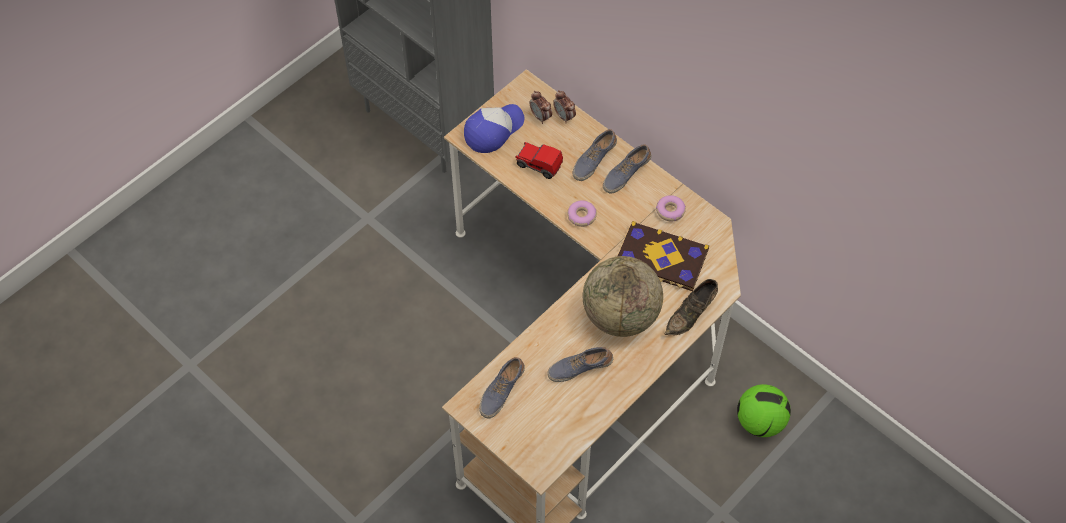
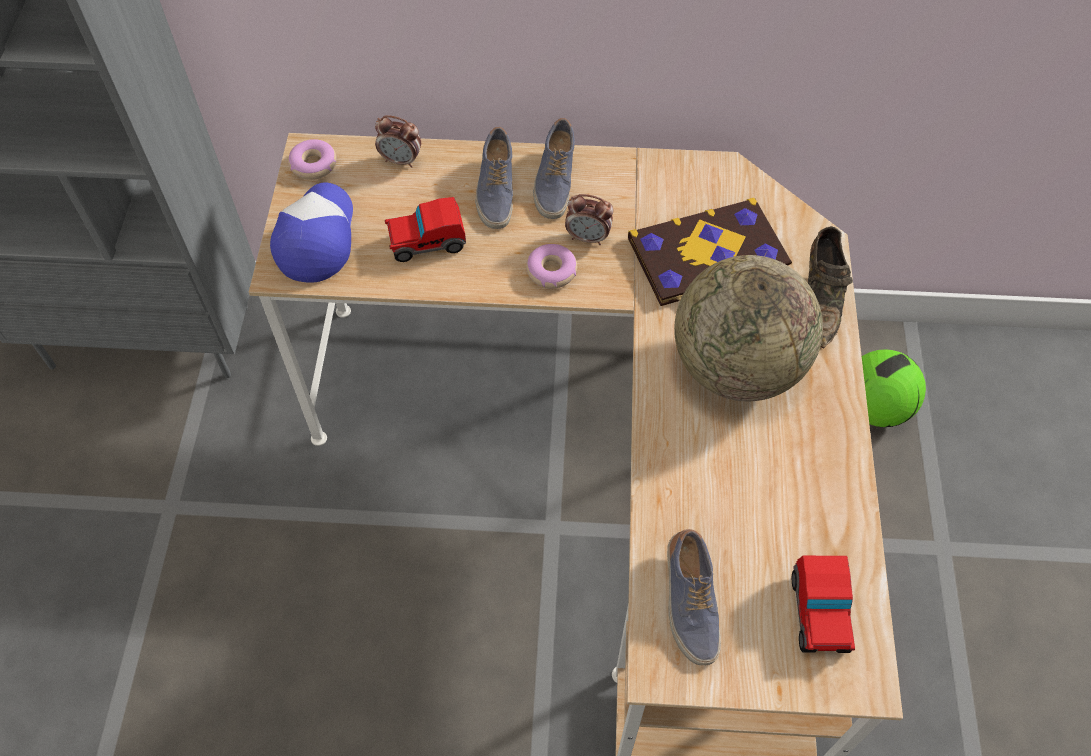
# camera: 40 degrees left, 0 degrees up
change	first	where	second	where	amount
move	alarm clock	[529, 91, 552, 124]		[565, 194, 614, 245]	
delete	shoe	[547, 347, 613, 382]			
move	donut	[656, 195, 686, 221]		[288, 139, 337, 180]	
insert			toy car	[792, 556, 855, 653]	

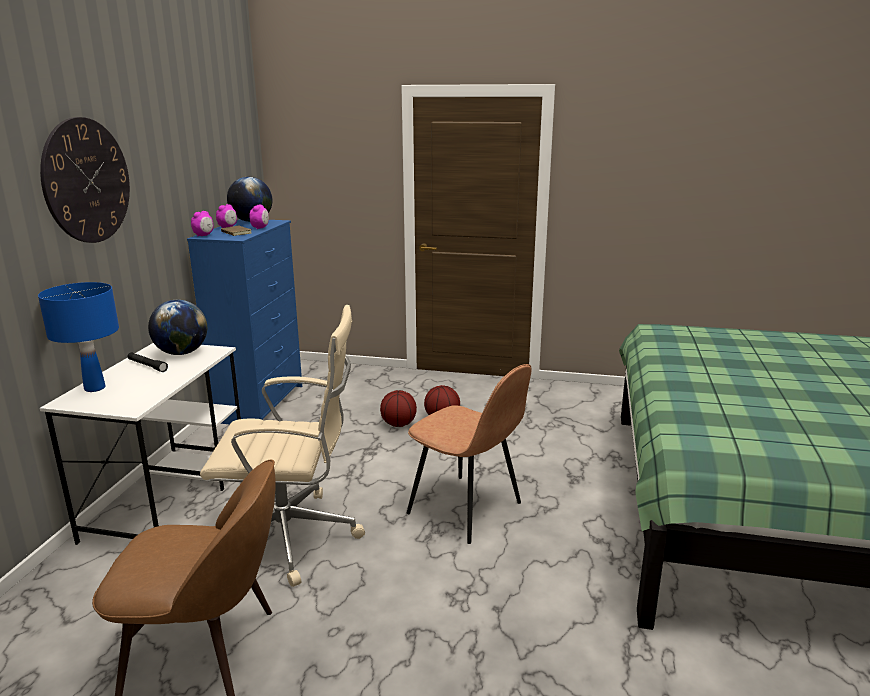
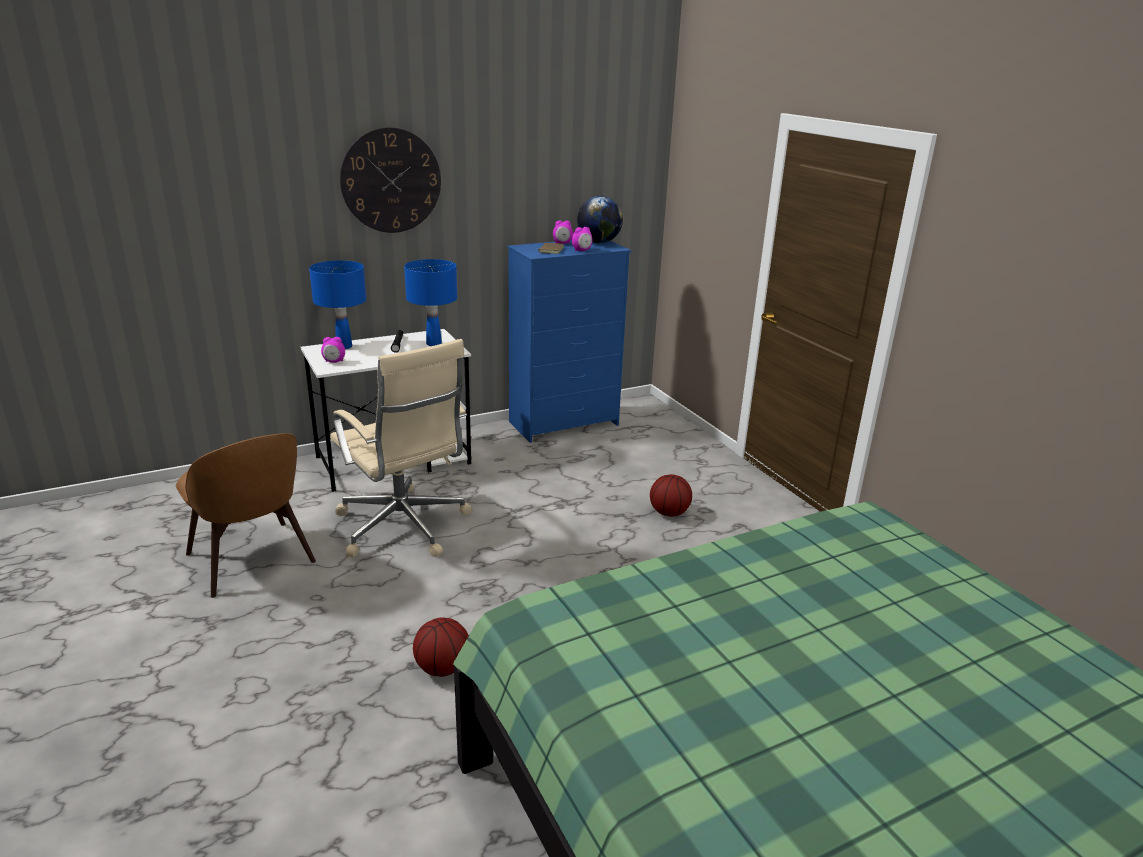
# camera: 50 degrees right, 5 degrees up
change	first	where	second	where	amount
replace	globe	[148, 300, 207, 355]	blue table lamp	[404, 259, 457, 346]	
move	alarm clock	[191, 211, 214, 237]		[321, 337, 345, 363]	
move	basketball	[380, 390, 417, 427]		[413, 617, 469, 677]	
delete	brown chair	[407, 364, 531, 544]			

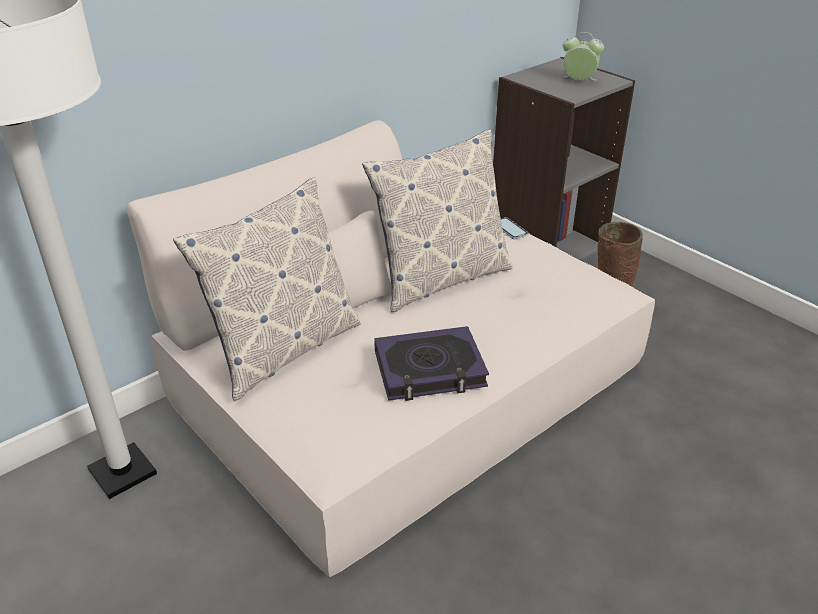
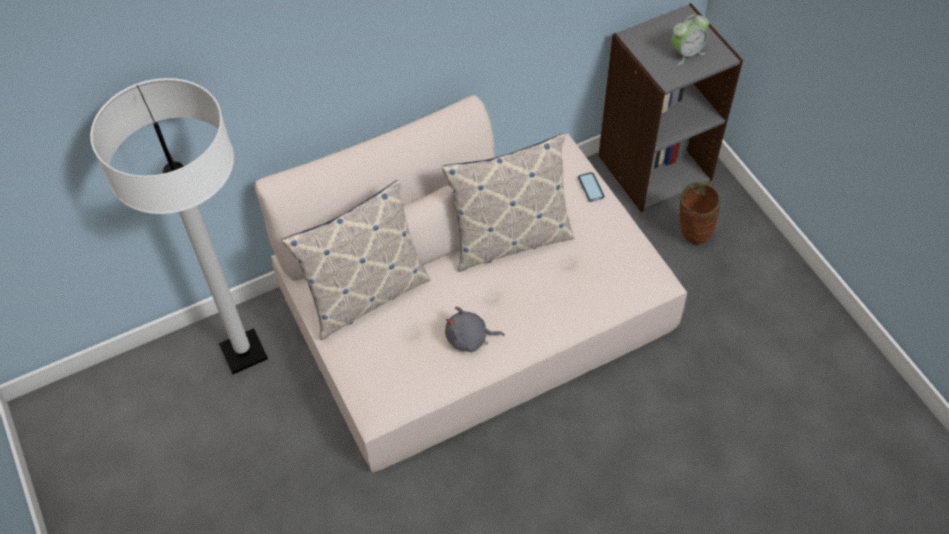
# camera: 15 degrees right, 20 degrees up
change	first	where	second	where	amount
replace	book	[374, 326, 489, 401]	grey plush toy	[445, 307, 505, 352]	
rotate	alarm clock	[563, 32, 604, 81]		[671, 14, 709, 65]	120 degrees clockwise

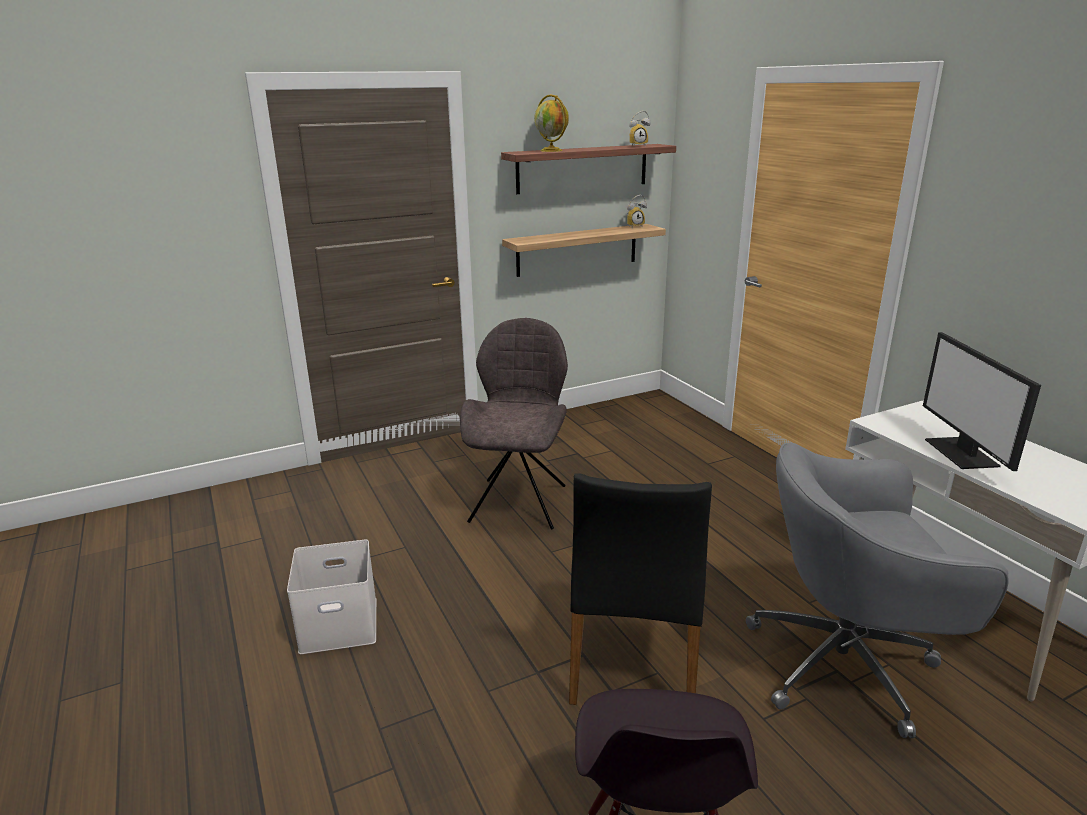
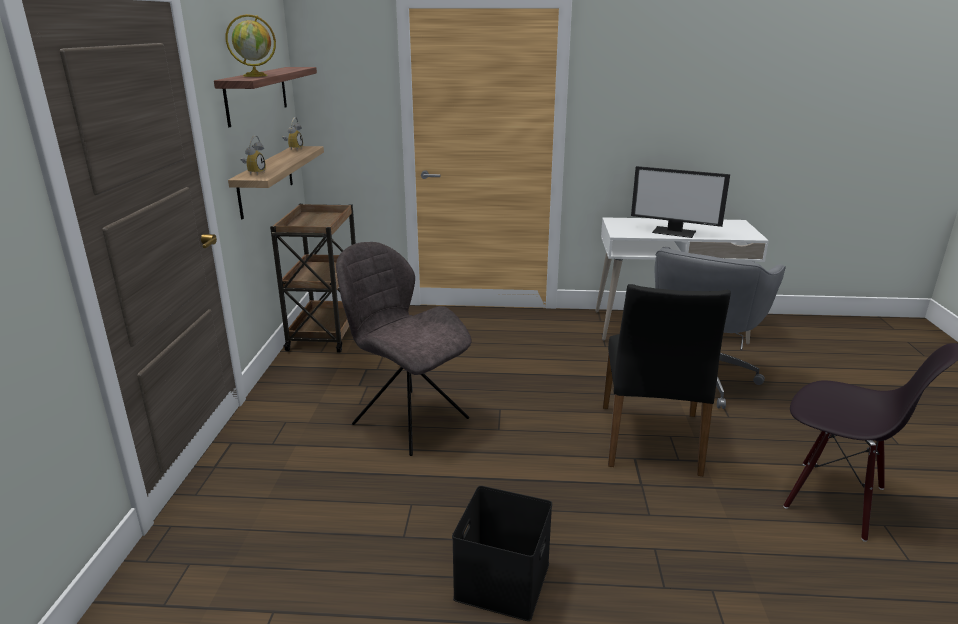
# camera: 60 degrees left, 0 degrees up
change	first	where	second	where	amount
recolor	white storage box	[287, 539, 376, 654]	black storage box	[452, 486, 552, 621]	
rotate	black chair	[569, 473, 712, 705]		[603, 284, 731, 476]	60 degrees clockwise
move	alarm clock	[629, 111, 651, 147]		[240, 135, 266, 174]	
insert			brown cart	[270, 204, 356, 353]	

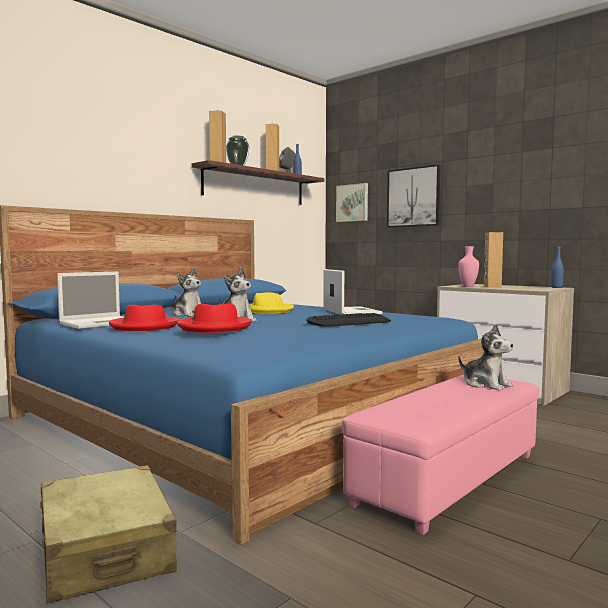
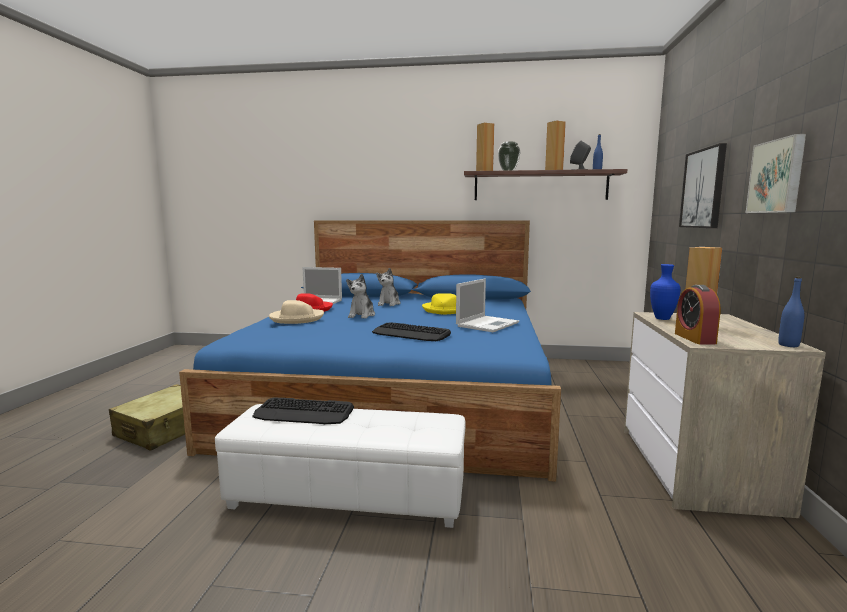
# camera: 55 degrees right, 5 degrees up
change	first	where	second	where	amount
recolor	red hat	[177, 304, 252, 333]	beige hat	[269, 300, 324, 324]	
move	picture	[336, 183, 368, 222]		[746, 134, 806, 213]	
recolor	pink ottoman	[342, 375, 539, 535]	white ottoman	[215, 404, 465, 528]	
recolor	pink vase	[458, 246, 479, 287]	blue vase	[650, 264, 681, 320]	
delete	plush toy	[458, 324, 513, 391]			
insert			keyboard	[253, 397, 354, 424]	
insert			alarm clock	[675, 285, 721, 344]	

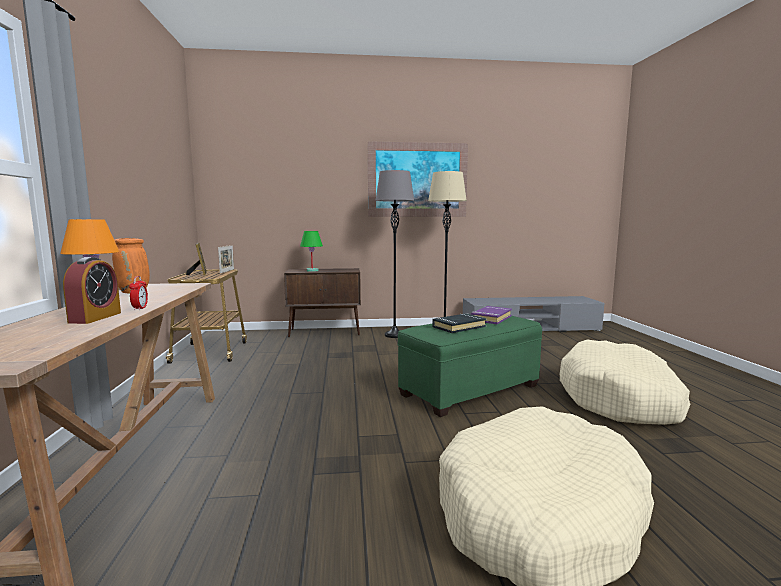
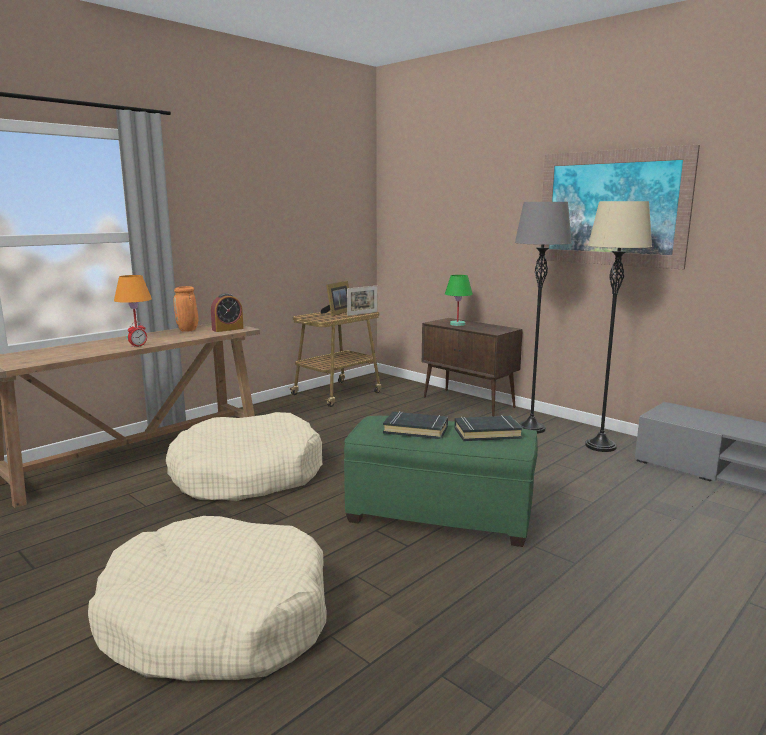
# camera: 50 degrees right, 5 degrees up
change	first	where	second	where	amount
move	alarm clock	[63, 257, 121, 324]		[211, 293, 244, 332]	
recolor	purple book	[471, 306, 512, 324]	black book	[455, 415, 523, 441]	
move	beige dog bed	[560, 340, 691, 425]		[166, 412, 323, 501]	

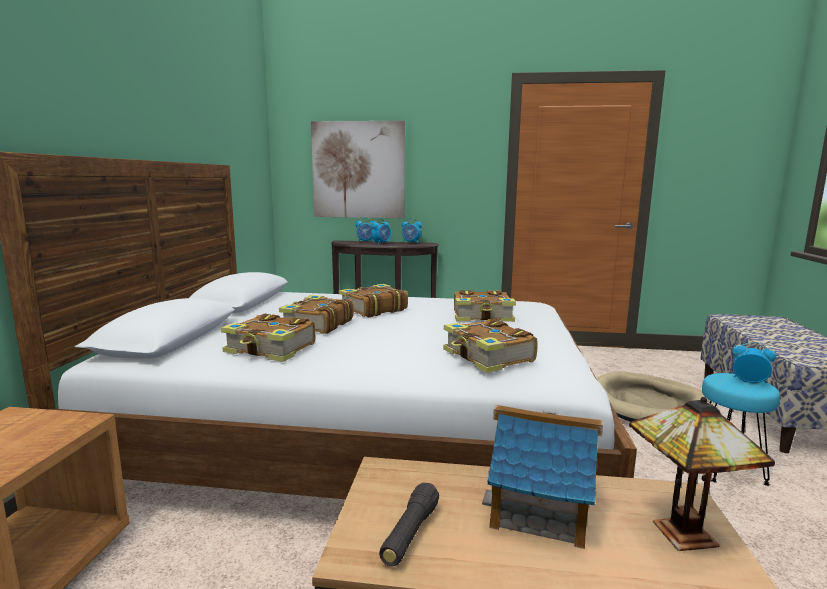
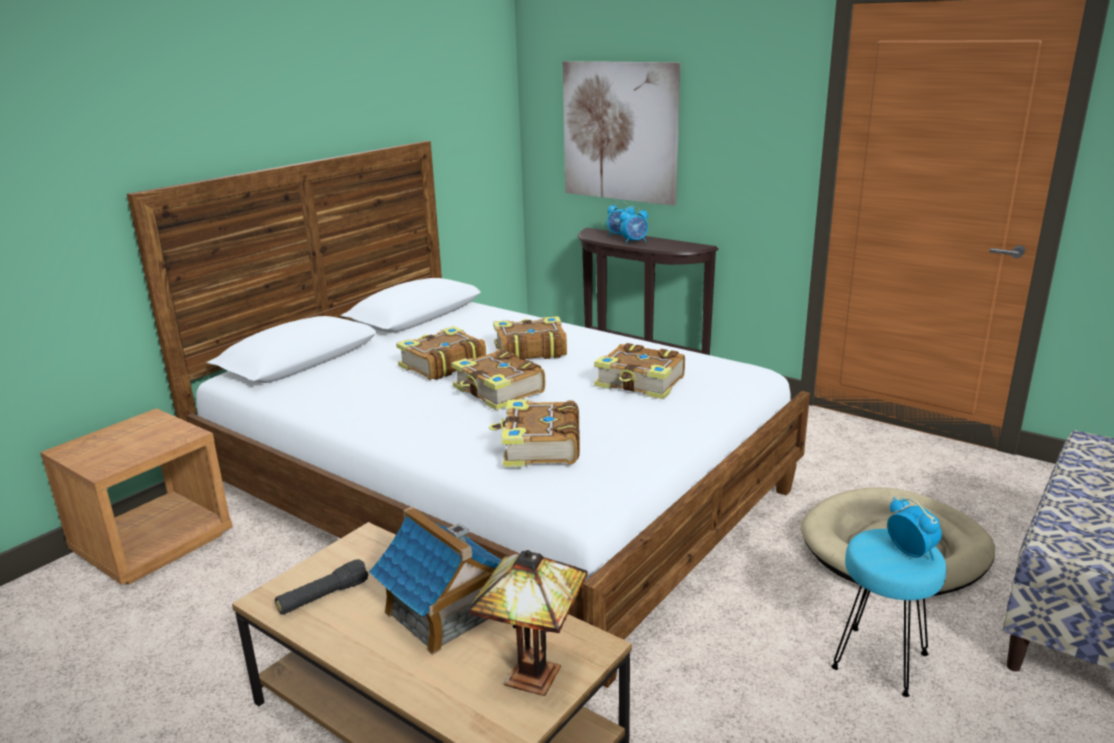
# camera: 30 degrees right, 10 degrees up
change	first	where	second	where	amount
move	book	[221, 314, 316, 362]		[451, 349, 545, 411]	
delete	alarm clock	[401, 218, 422, 243]			

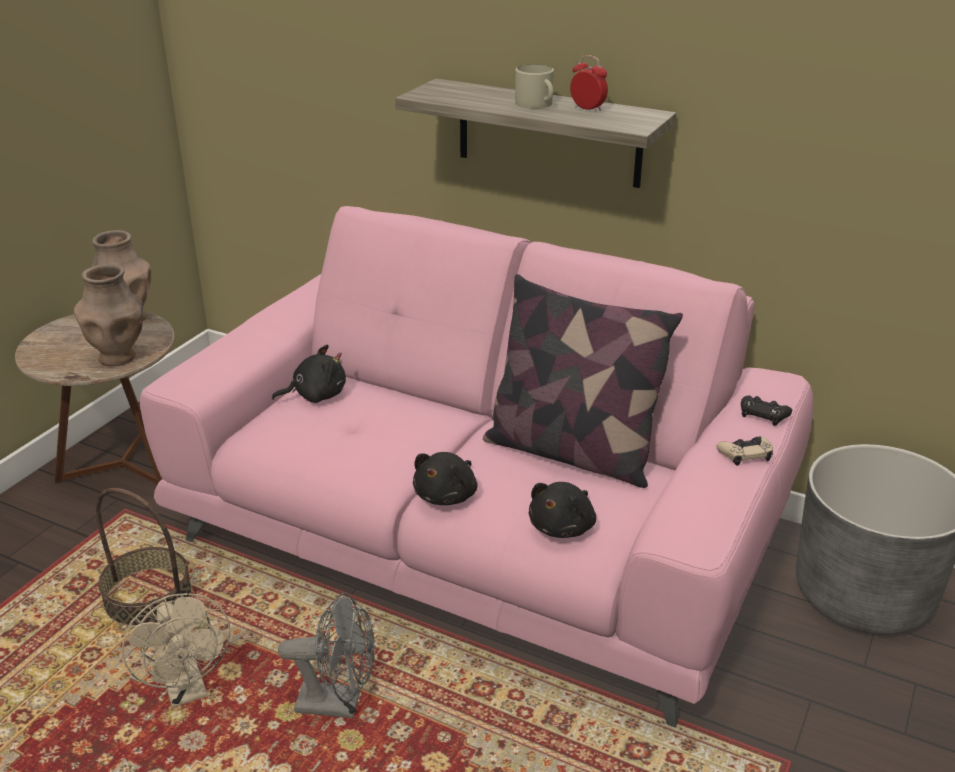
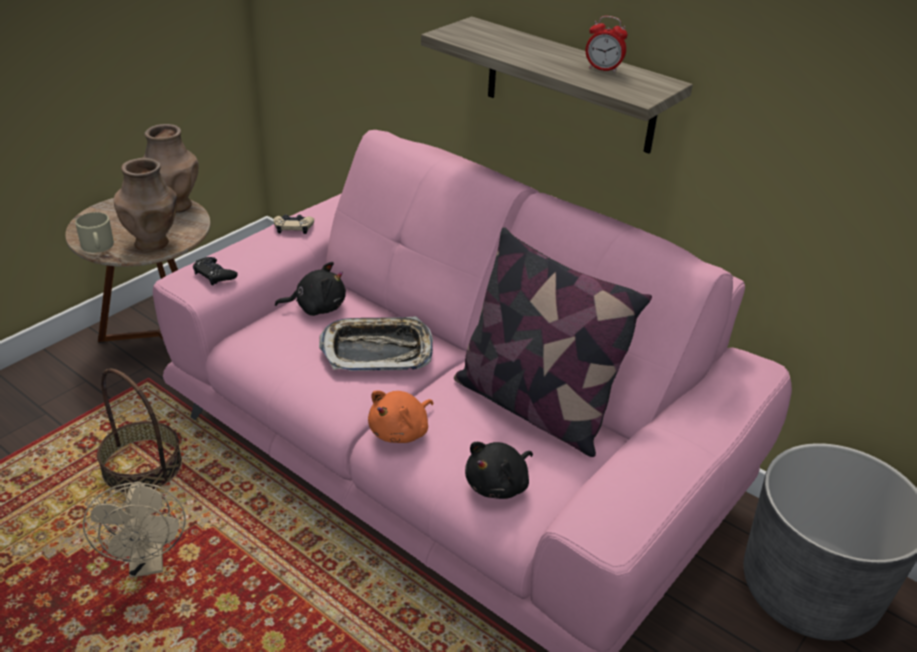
# camera: 10 degrees right, 5 degrees up
change	first	where	second	where	amount
delete	grey fan	[278, 592, 375, 718]			
recolor	black plush toy	[413, 452, 477, 505]	orange plush toy	[368, 390, 433, 443]	
move	beige mug	[515, 64, 554, 109]		[75, 212, 114, 253]	
rotate	alarm clock	[570, 55, 608, 112]		[586, 16, 628, 73]	150 degrees clockwise
move	beige game controller	[717, 436, 773, 466]		[274, 214, 314, 234]	
move	black game controller	[741, 395, 792, 426]		[193, 257, 238, 285]	
insert			tray	[319, 316, 433, 371]	

